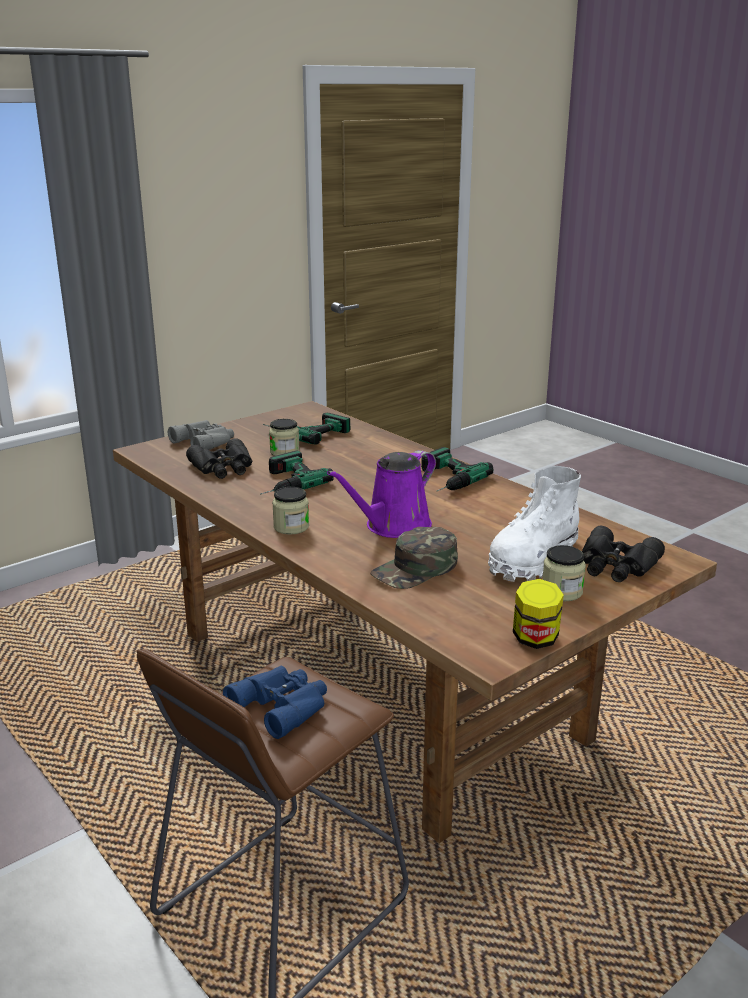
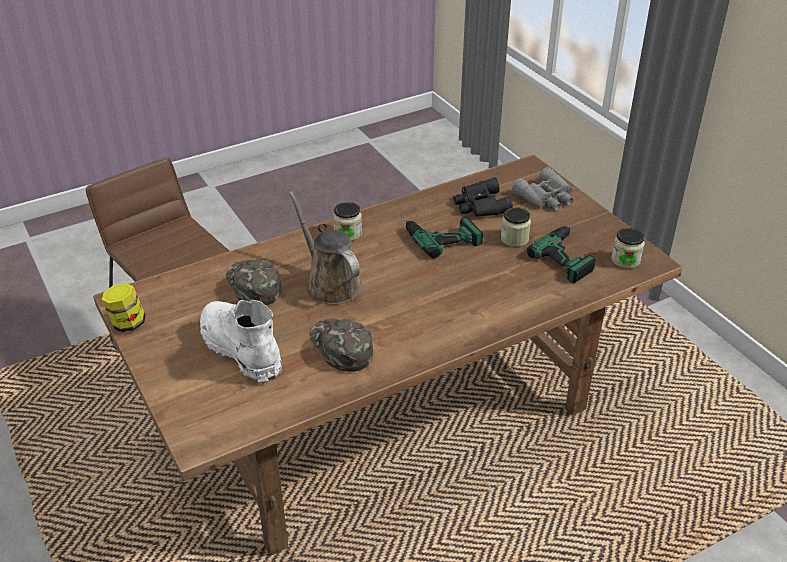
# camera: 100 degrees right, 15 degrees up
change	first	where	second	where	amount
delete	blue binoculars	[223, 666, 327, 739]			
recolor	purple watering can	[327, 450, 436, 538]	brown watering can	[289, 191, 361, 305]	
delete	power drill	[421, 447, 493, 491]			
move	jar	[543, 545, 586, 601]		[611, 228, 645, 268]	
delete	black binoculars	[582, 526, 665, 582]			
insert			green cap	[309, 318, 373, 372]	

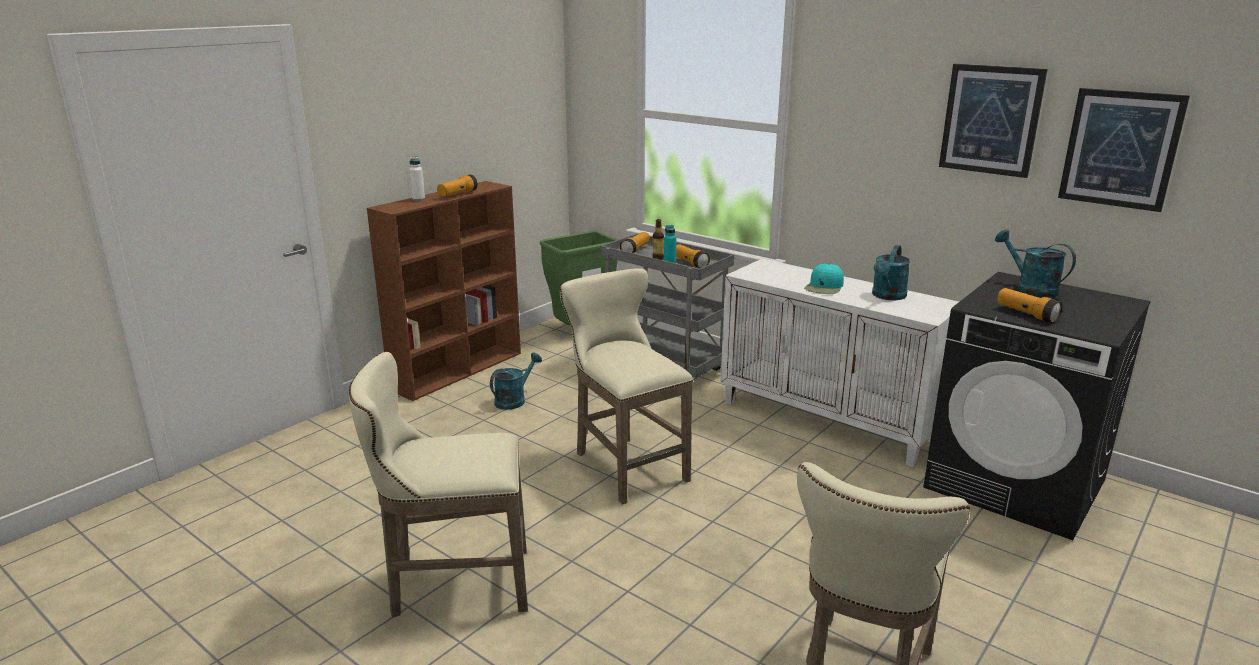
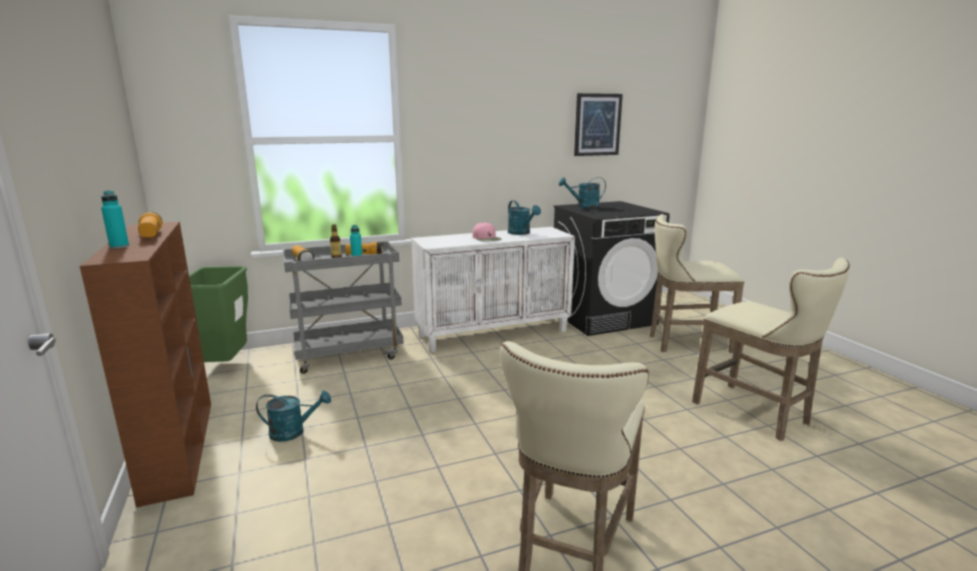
# camera: 60 degrees left, 5 degrees down
change	first	where	second	where	amount
recolor	white bottle	[409, 156, 425, 201]	turquoise bottle	[101, 191, 129, 249]	
rotate	turquoise watering can	[490, 353, 542, 410]		[256, 390, 331, 442]	105 degrees clockwise
move	beige stool	[560, 268, 693, 505]		[650, 214, 744, 353]	
recolor	turquoise cap	[804, 264, 844, 294]	pink cap	[472, 222, 502, 242]	
delete	picture	[939, 64, 1048, 178]			
delete	flashlight	[997, 288, 1063, 323]			

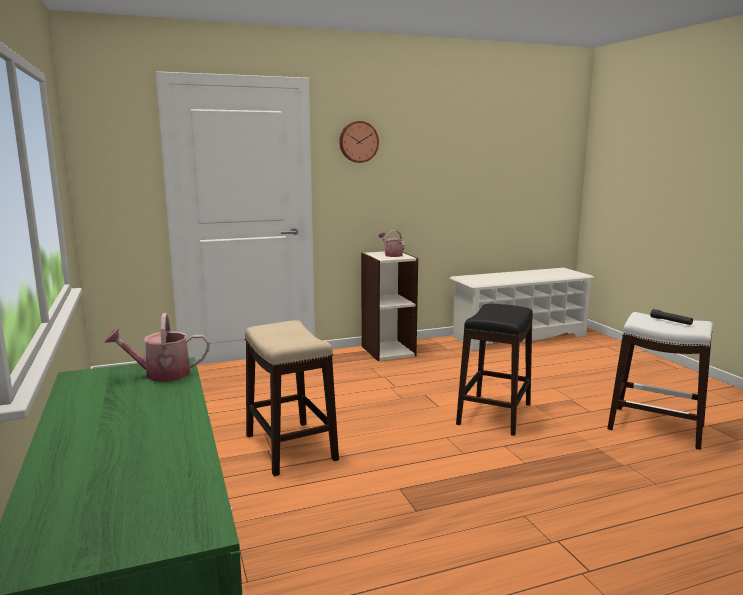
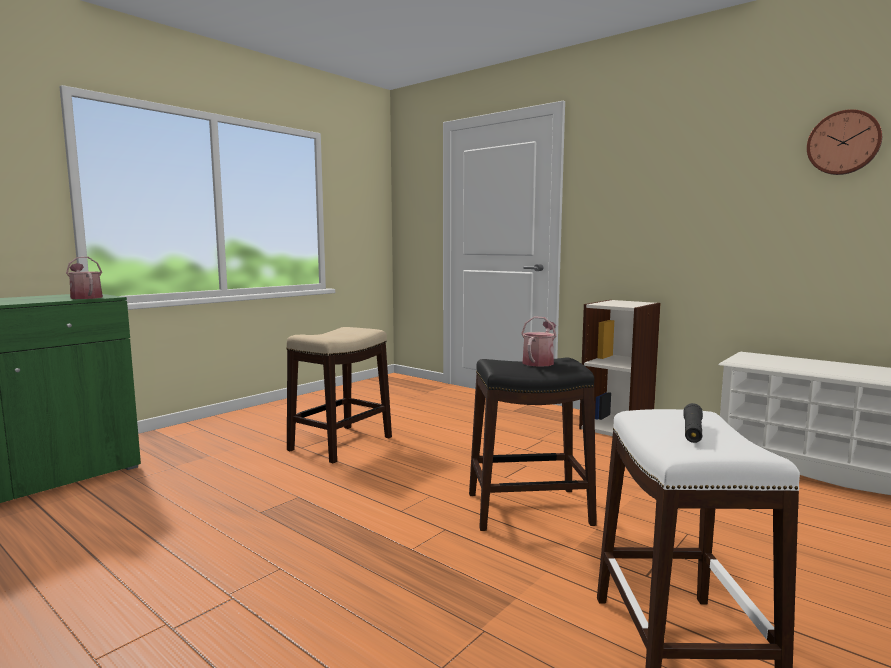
# camera: 60 degrees right, 5 degrees down
change	first	where	second	where	amount
move	wall clock	[339, 121, 379, 163]		[807, 109, 882, 175]	
move	watering can	[379, 230, 405, 257]		[521, 316, 556, 367]	

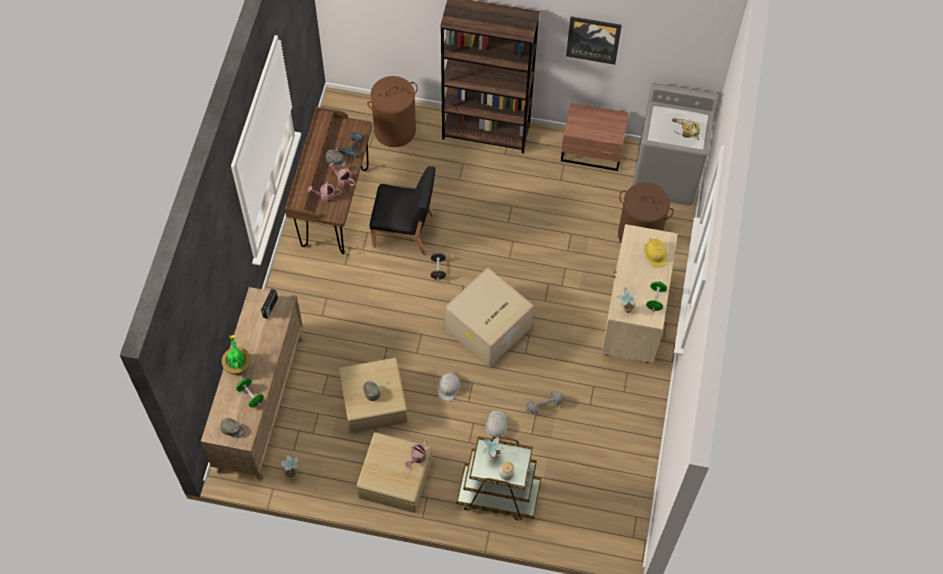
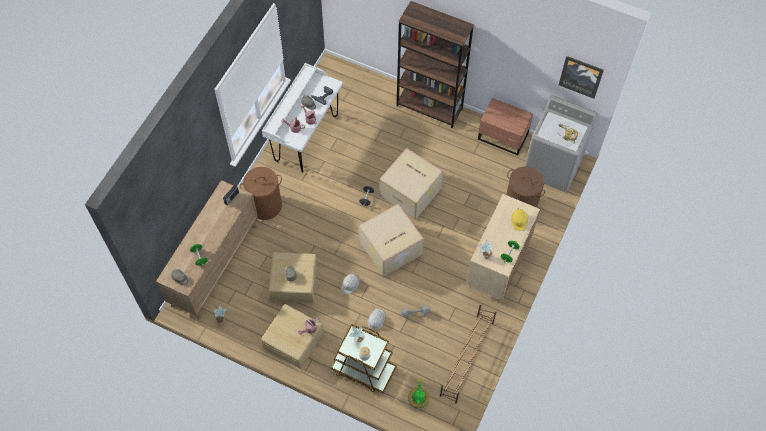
# camera: 15 degrees right, 0 degrees up
change	first	where	second	where	amount
move	potted plant	[222, 335, 251, 375]		[408, 379, 430, 408]	
recolor	brown desk	[285, 107, 372, 254]	white desk	[262, 63, 342, 173]	
move	brown laundry basket	[367, 76, 418, 147]		[240, 167, 282, 220]	
delete	black chair	[370, 166, 436, 255]			
move	picture	[566, 16, 622, 65]		[559, 56, 604, 99]	
insert			cardboard box	[379, 148, 443, 220]	
insert			brown shoe rack	[440, 305, 496, 404]	

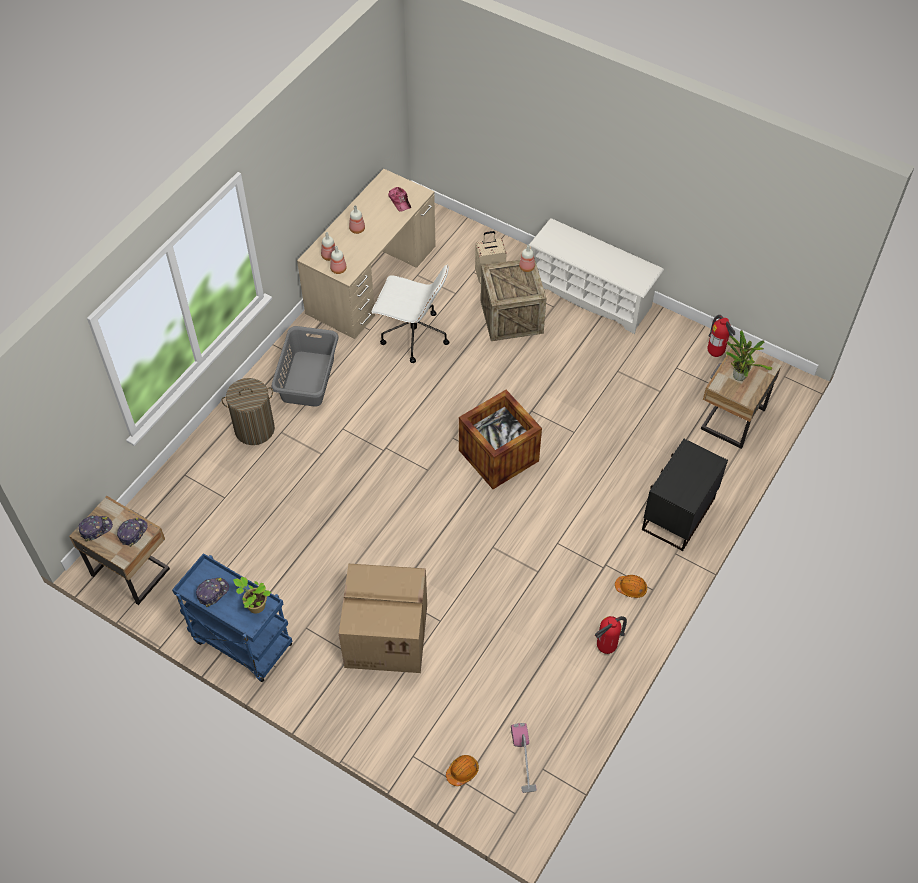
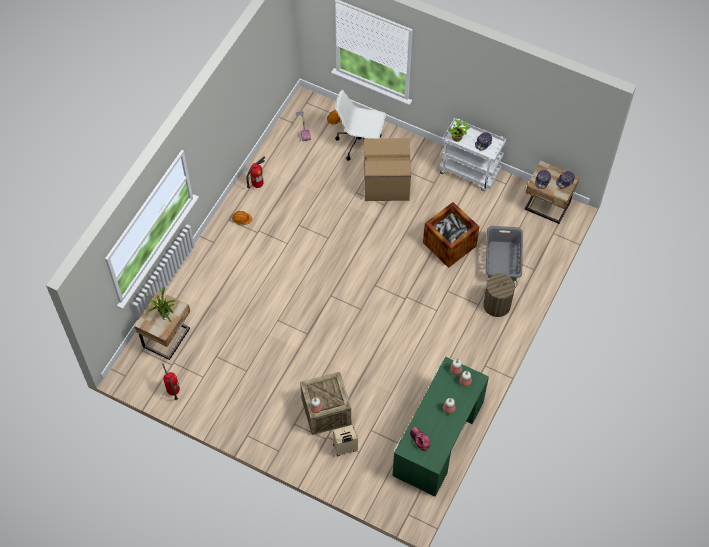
# camera: 175 degrees right, 5 degrees up
change	first	where	second	where	amount
recolor	blue cart	[172, 553, 292, 682]	white cart	[440, 118, 506, 191]	
move	grey laundry basket	[271, 326, 339, 407]		[486, 226, 523, 281]	
recolor	beige desk	[297, 169, 435, 339]	green desk	[393, 357, 489, 497]	
move	white office chair	[371, 264, 450, 363]		[335, 90, 386, 161]	
move	crate	[459, 390, 542, 489]		[423, 202, 479, 268]	
delete	white shoe rack	[529, 218, 664, 334]			
delete	black nightstand	[642, 439, 728, 551]			

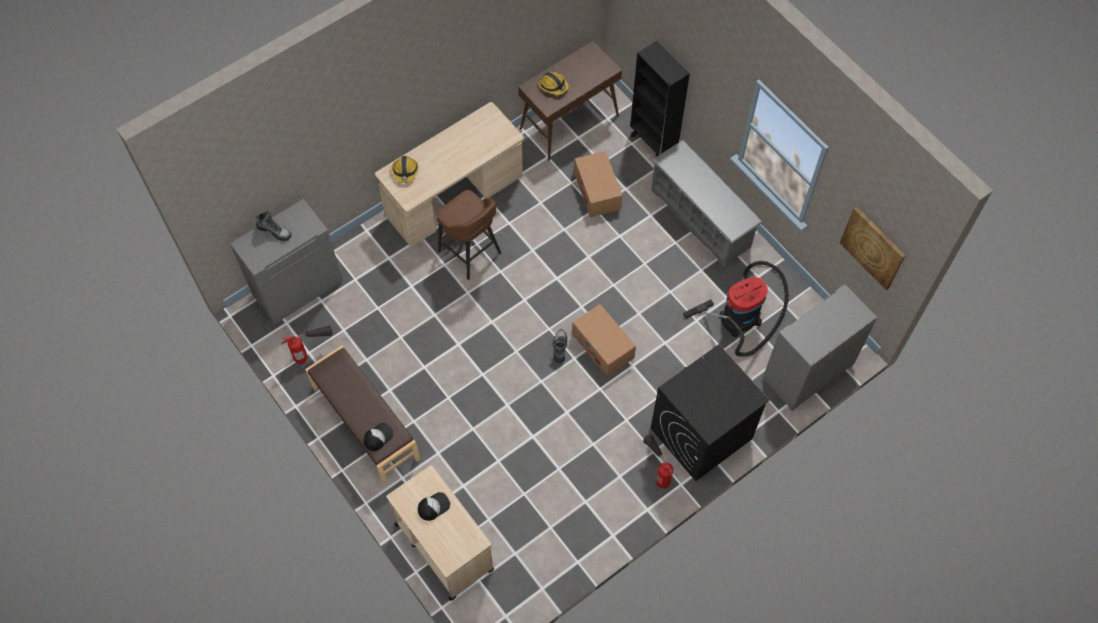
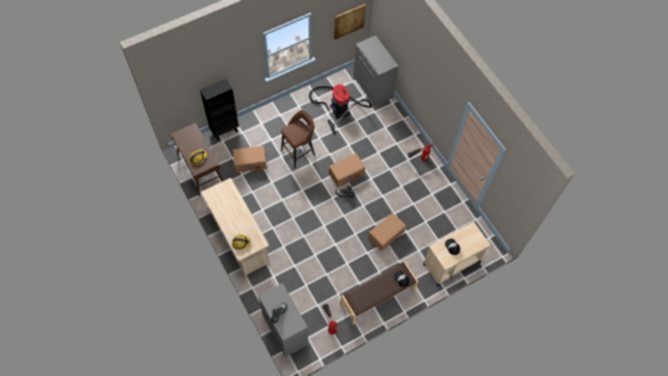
# camera: 85 degrees left, 0 degrees up
change	first	where	second	where	amount
move	brown stool	[436, 190, 501, 280]		[281, 110, 315, 168]	
delete	grey shoe rack	[651, 140, 763, 268]			
delete	black washing machine	[651, 344, 770, 481]			
insert			cardboard box	[368, 213, 406, 251]	

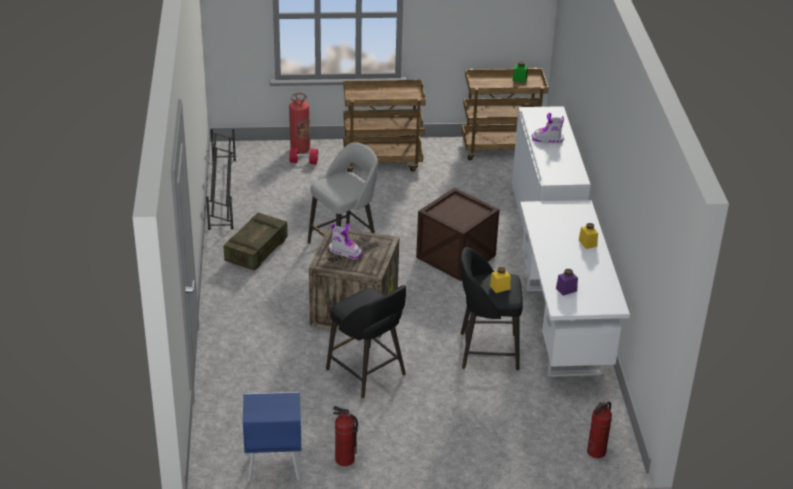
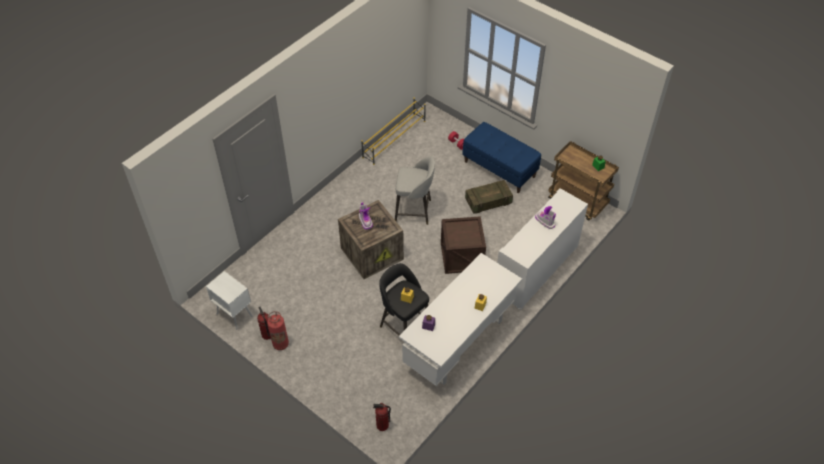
# camera: 45 degrees right, 15 degrees up
change	first	where	second	where	amount
recolor	black shoe rack	[206, 129, 236, 230]	yellow shoe rack	[361, 98, 426, 165]	
move	crate	[224, 213, 288, 270]		[465, 180, 513, 214]	
recolor	blue nightstand	[243, 392, 301, 482]	white nightstand	[206, 271, 253, 330]	
move	fire extinguisher	[289, 93, 310, 154]		[267, 311, 289, 350]	
delete	black stool	[326, 285, 406, 399]			
replace	brown cart	[343, 79, 426, 172]	blue bench	[462, 122, 541, 193]	

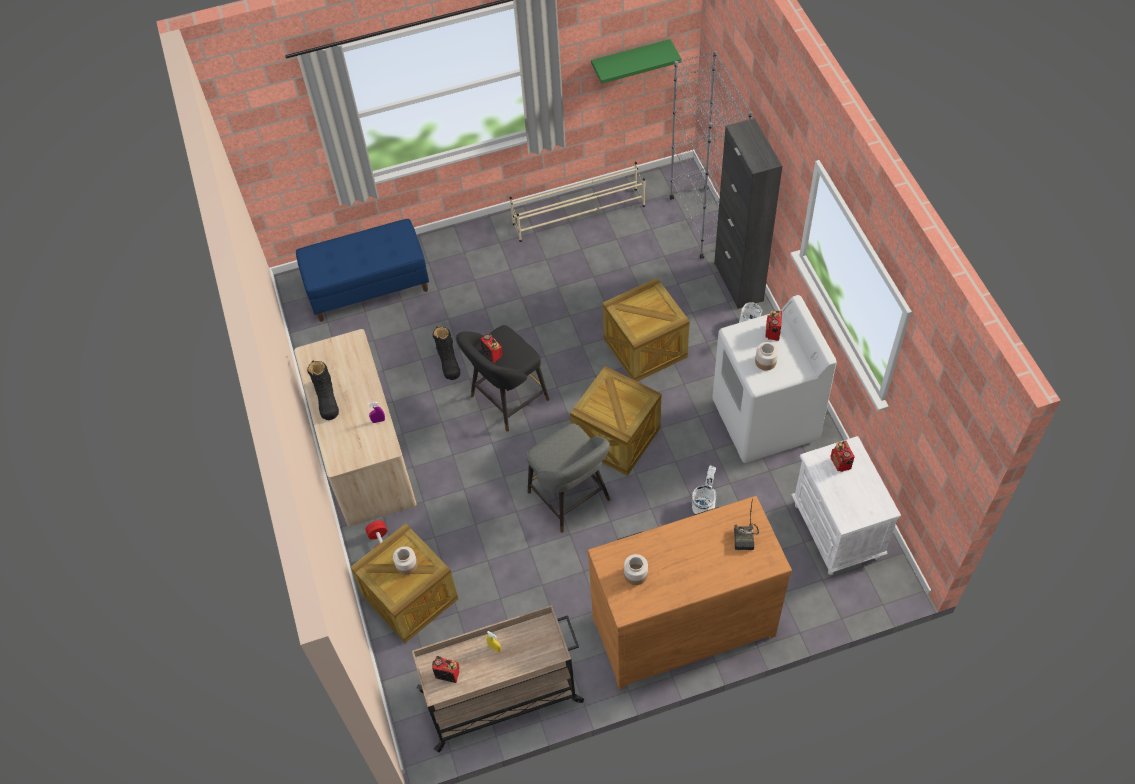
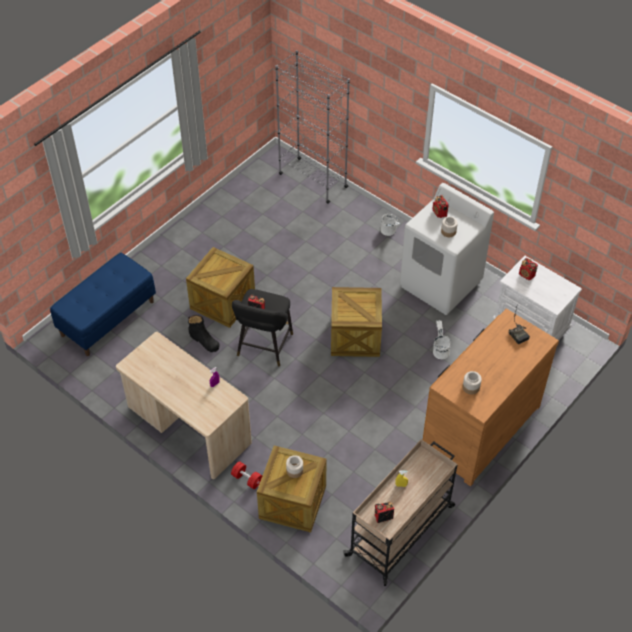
# camera: 35 degrees left, 5 degrees down
change	first	where	second	where	amount
delete	black boot	[307, 360, 339, 420]			
delete	beige shoe rack	[509, 162, 645, 242]			
delete	grey stool	[526, 423, 610, 533]			
delete	green shelf	[591, 39, 682, 84]			
move	crate	[603, 278, 690, 382]		[186, 247, 255, 328]	
delete	black cabinet	[714, 118, 782, 309]			

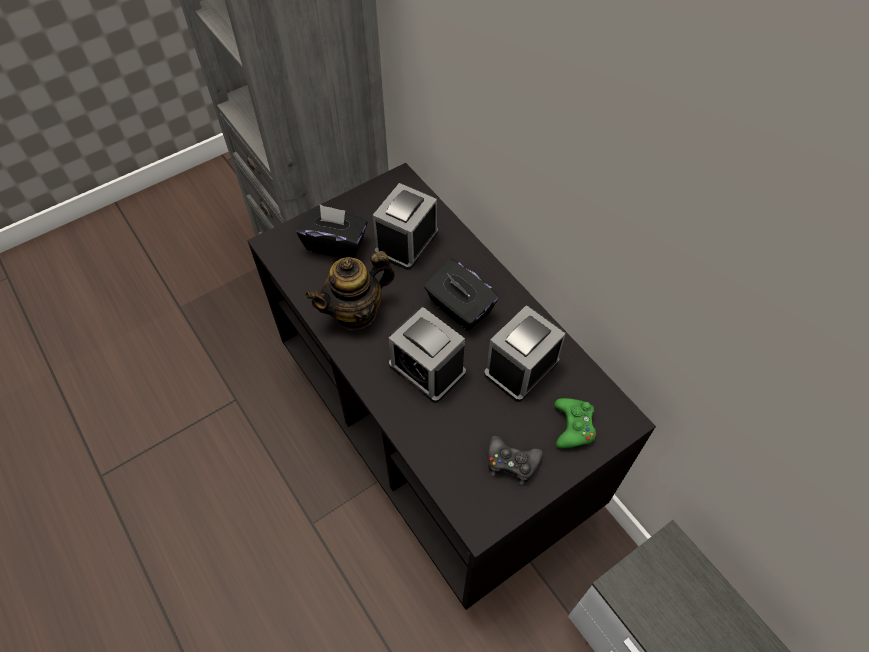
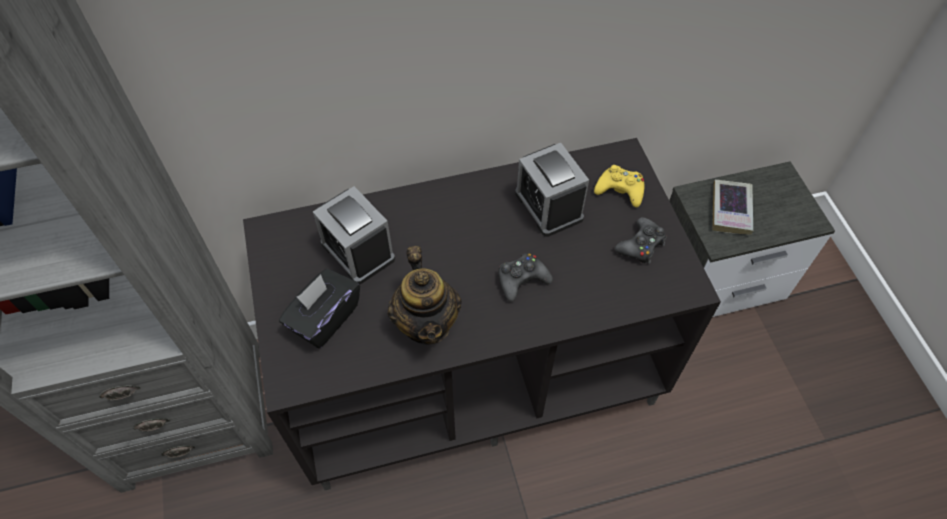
# camera: 70 degrees left, 0 degrees up
change	first	where	second	where	amount
replace	alarm clock	[389, 307, 466, 403]	black game controller	[498, 253, 553, 302]	
delete	black tissue box	[424, 259, 499, 330]			
recolor	green game controller	[555, 398, 596, 448]	yellow game controller	[594, 165, 644, 207]	
insert			book	[712, 180, 753, 235]	

